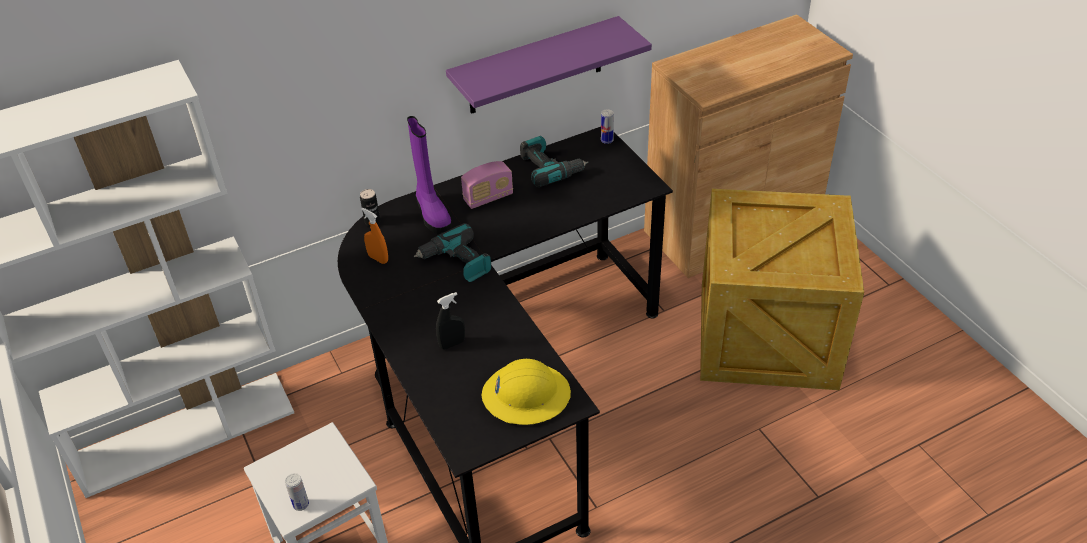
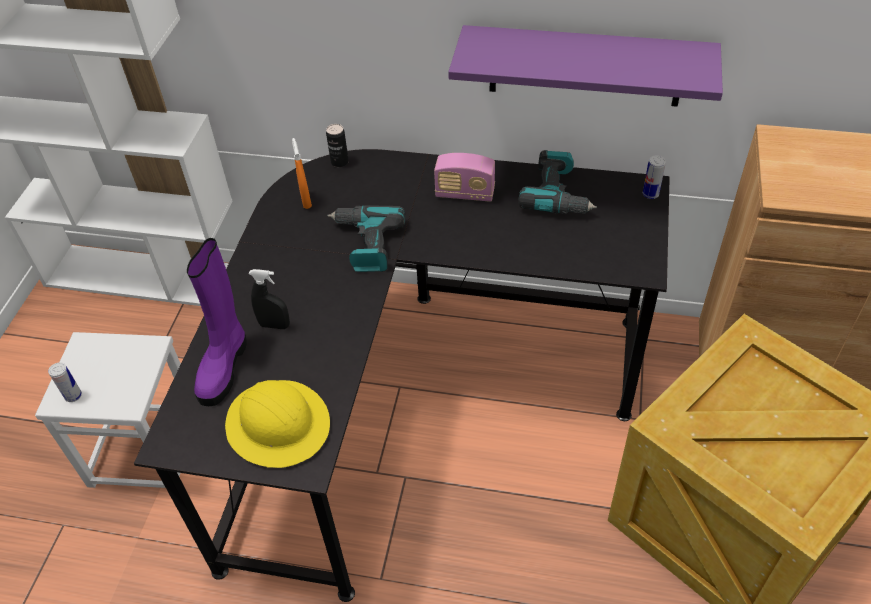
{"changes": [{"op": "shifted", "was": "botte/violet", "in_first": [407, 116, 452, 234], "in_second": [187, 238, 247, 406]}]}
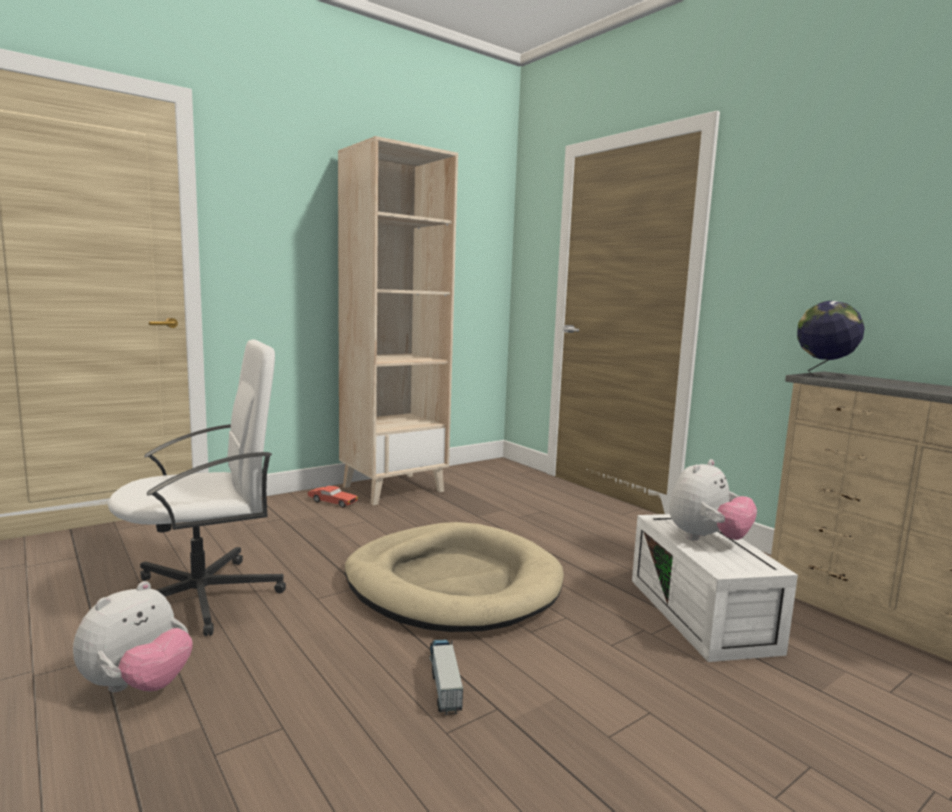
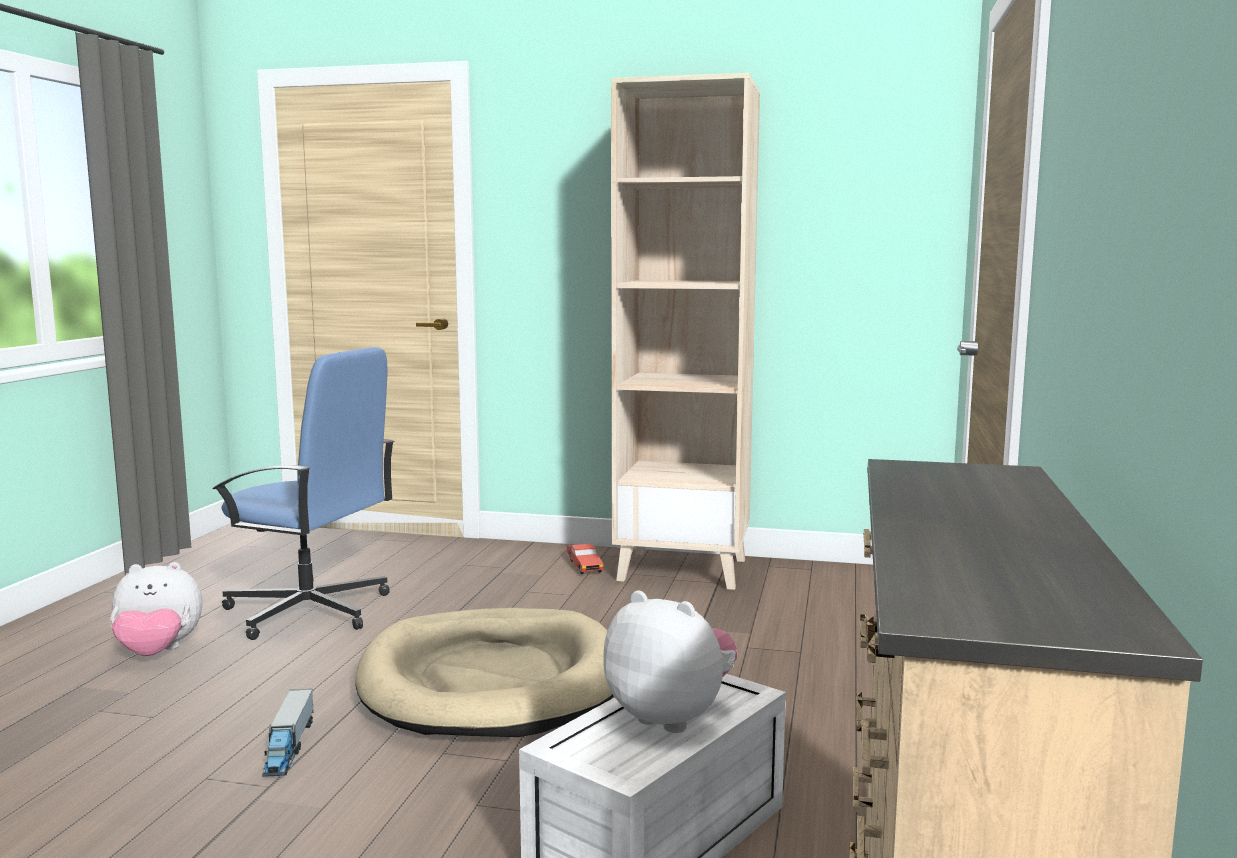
{"changes": [{"op": "repainted", "was": "chaise de bureau/blanc", "now": "chaise de bureau/bleu", "in_first": [108, 340, 286, 636], "in_second": [212, 347, 395, 640]}, {"op": "rotated", "was": "camion jouet", "in_first": [429, 640, 463, 715], "in_second": [262, 689, 313, 777], "clockwise": 135}, {"op": "rotated", "was": "peluche", "in_first": [669, 459, 757, 541], "in_second": [604, 590, 738, 733], "clockwise": -150}, {"op": "gone", "was": "globe", "in_first": [797, 301, 865, 378]}]}
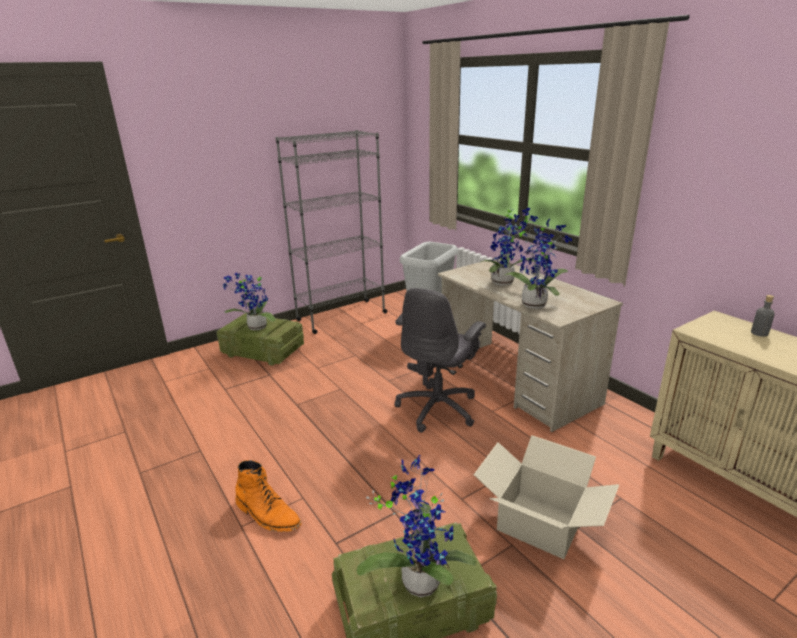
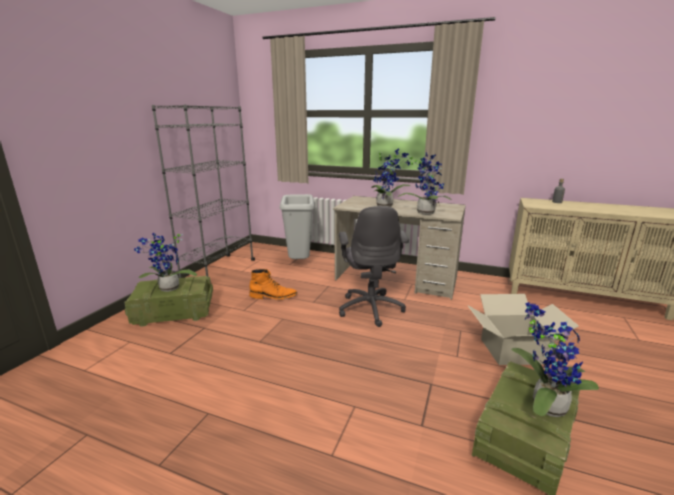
{"changes": [{"op": "shifted", "was": "botte/orange", "in_first": [235, 460, 301, 532], "in_second": [249, 269, 297, 299]}]}
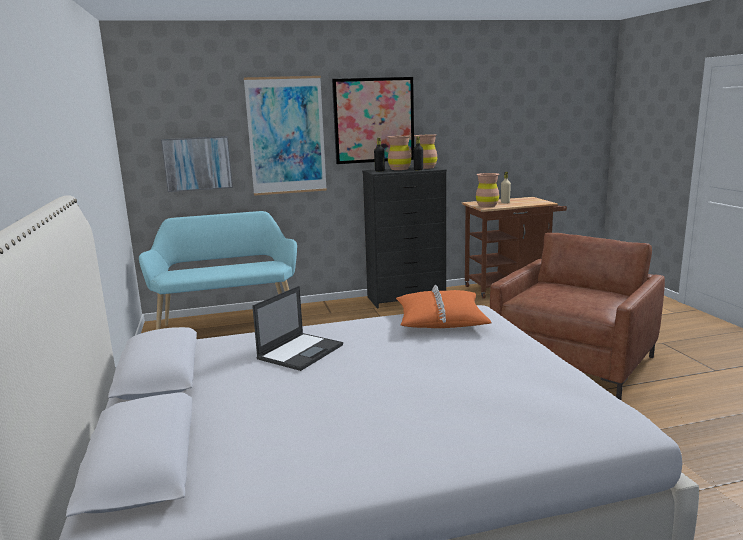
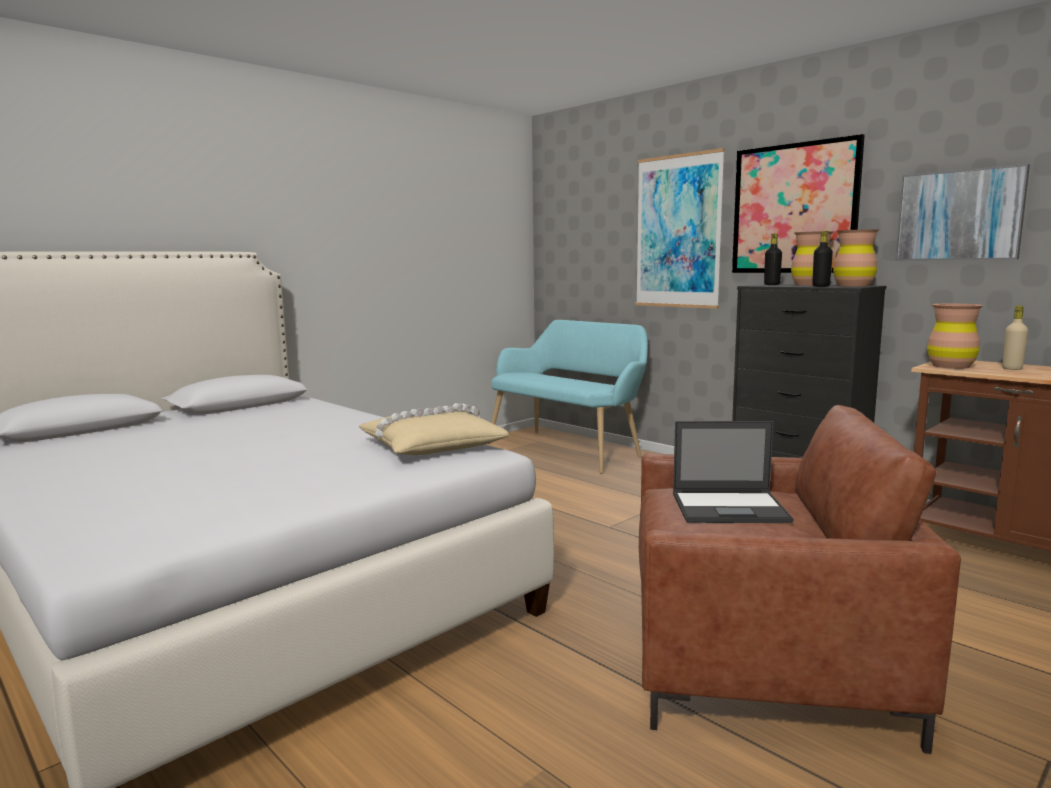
{"changes": [{"op": "shifted", "was": "tableau", "in_first": [161, 136, 233, 192], "in_second": [895, 164, 1030, 261]}, {"op": "shifted", "was": "ordinateur portable", "in_first": [252, 286, 343, 371], "in_second": [673, 421, 794, 523]}, {"op": "repainted", "was": "coussin/orange", "now": "coussin/beige", "in_first": [396, 285, 492, 328], "in_second": [359, 403, 510, 455]}]}
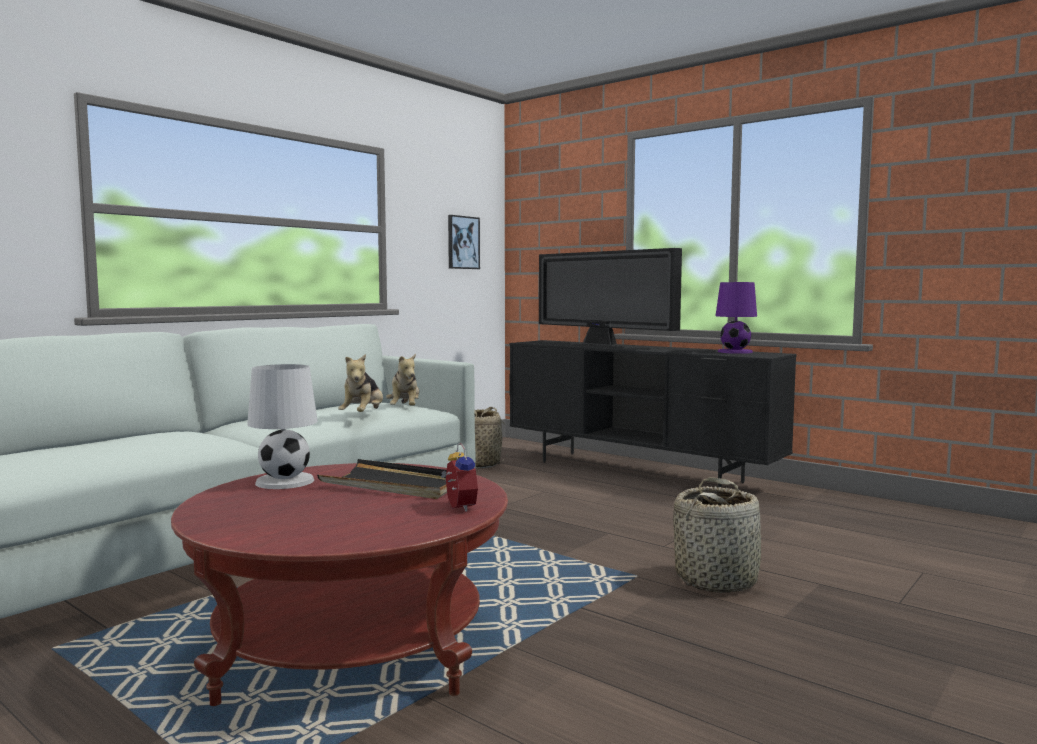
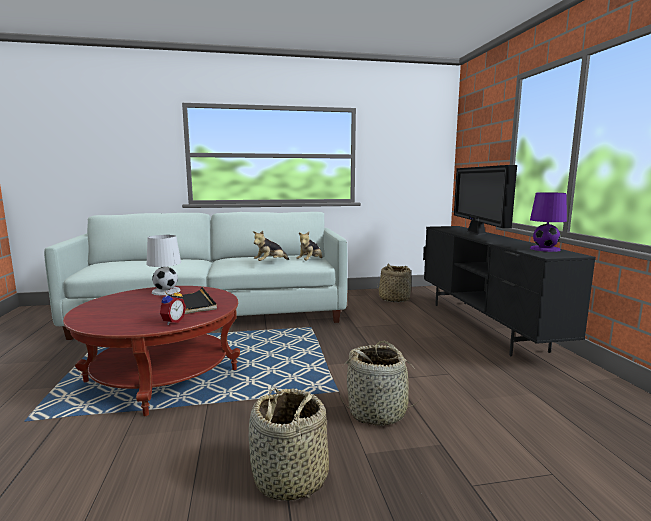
{"changes": [{"op": "gone", "was": "tableau", "in_first": [448, 215, 480, 269]}, {"op": "new", "now": "panier", "in_second": [249, 387, 329, 501]}]}
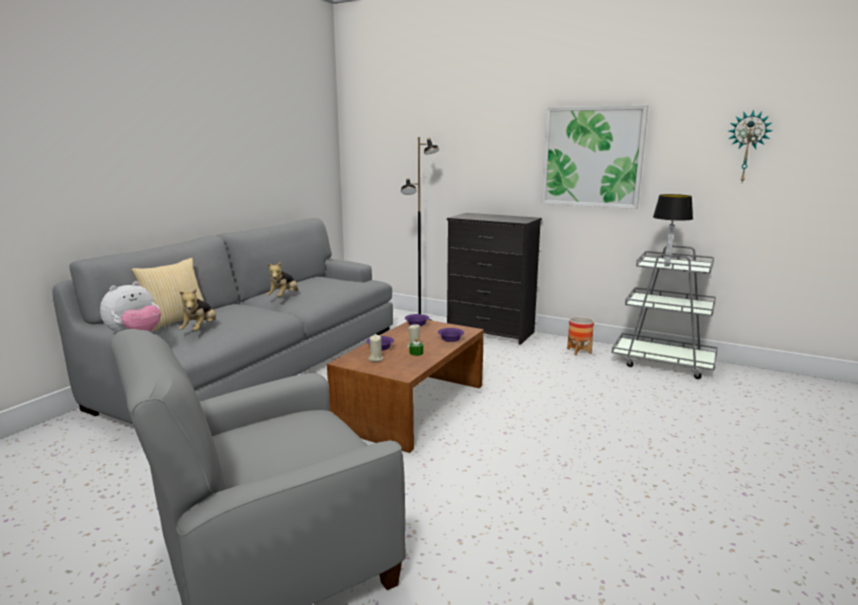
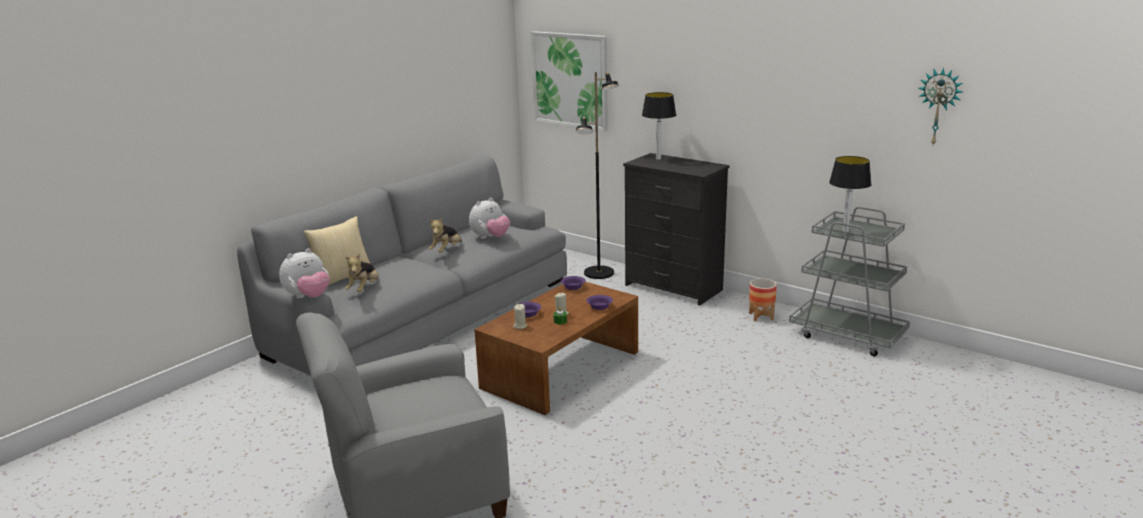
{"changes": [{"op": "shifted", "was": "tableau", "in_first": [541, 105, 648, 209], "in_second": [531, 31, 608, 132]}, {"op": "new", "now": "peluche", "in_second": [469, 198, 510, 239]}, {"op": "new", "now": "lampe de table", "in_second": [642, 92, 676, 160]}]}
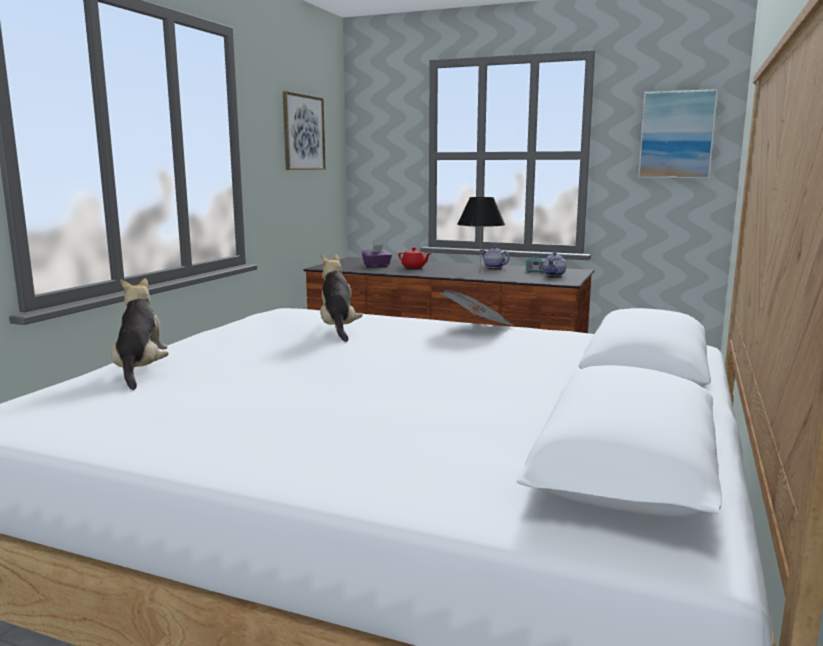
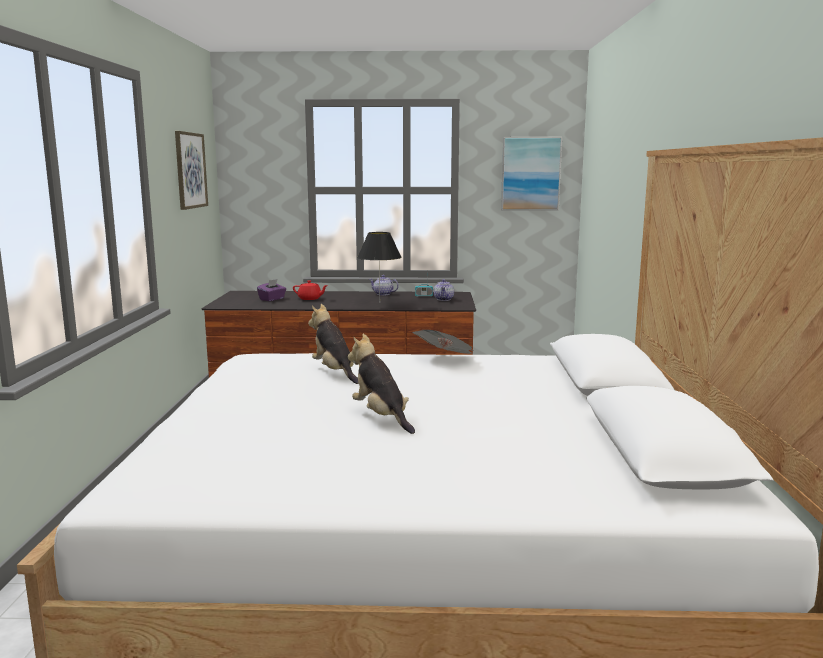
{"changes": [{"op": "shifted", "was": "peluche", "in_first": [111, 278, 168, 390], "in_second": [348, 334, 415, 434]}]}
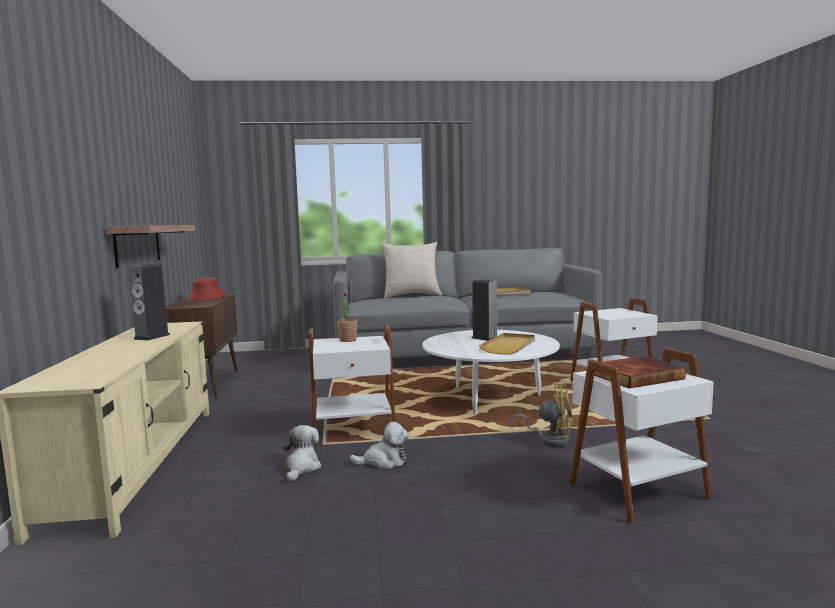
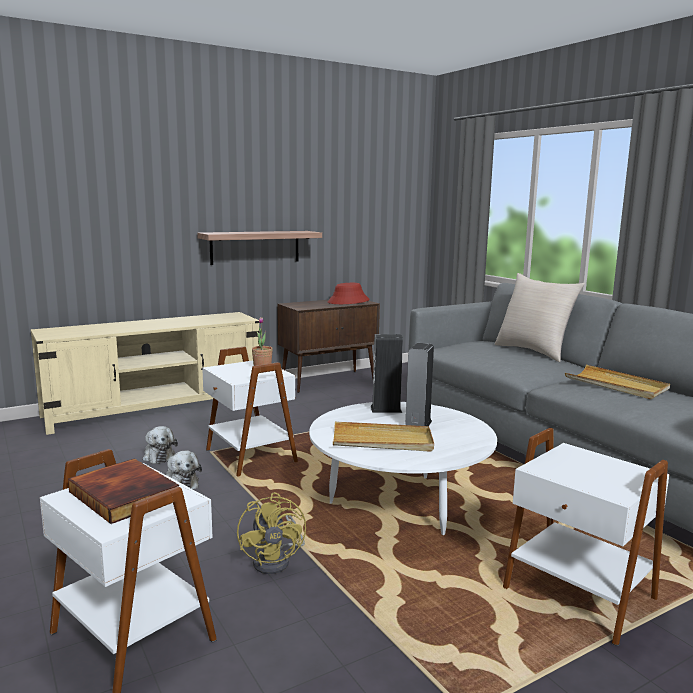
{"changes": [{"op": "shifted", "was": "enceinte", "in_first": [129, 263, 170, 341], "in_second": [371, 334, 403, 413]}, {"op": "rotated", "was": "peluche", "in_first": [283, 425, 321, 481], "in_second": [143, 426, 178, 464], "clockwise": 75}]}
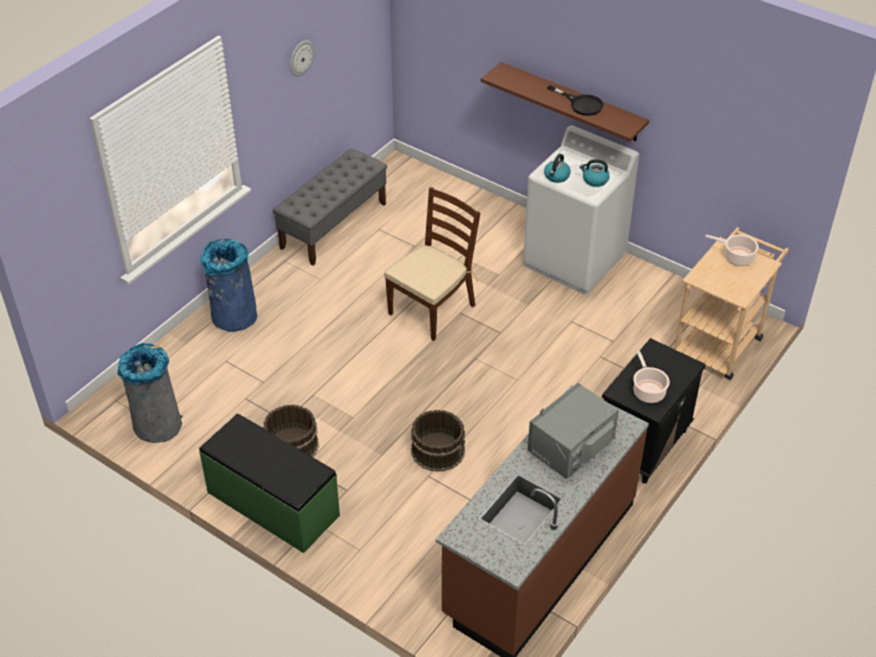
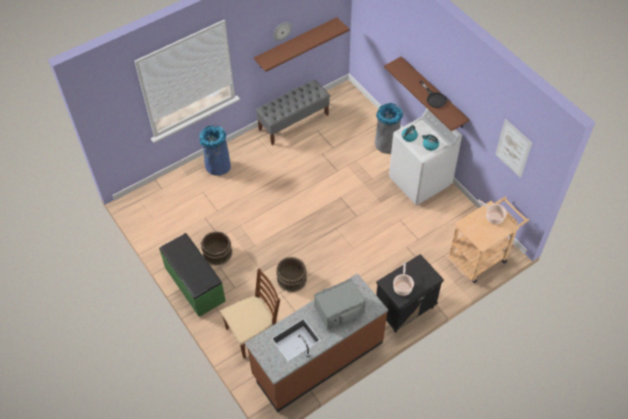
{"changes": [{"op": "shifted", "was": "poubelle/gris", "in_first": [118, 343, 182, 443], "in_second": [375, 103, 403, 154]}, {"op": "shifted", "was": "chaise/marron", "in_first": [384, 187, 480, 341], "in_second": [221, 268, 280, 359]}, {"op": "new", "now": "étagère/marron", "in_second": [254, 17, 350, 72]}, {"op": "new", "now": "tableau", "in_second": [495, 119, 532, 178]}]}
